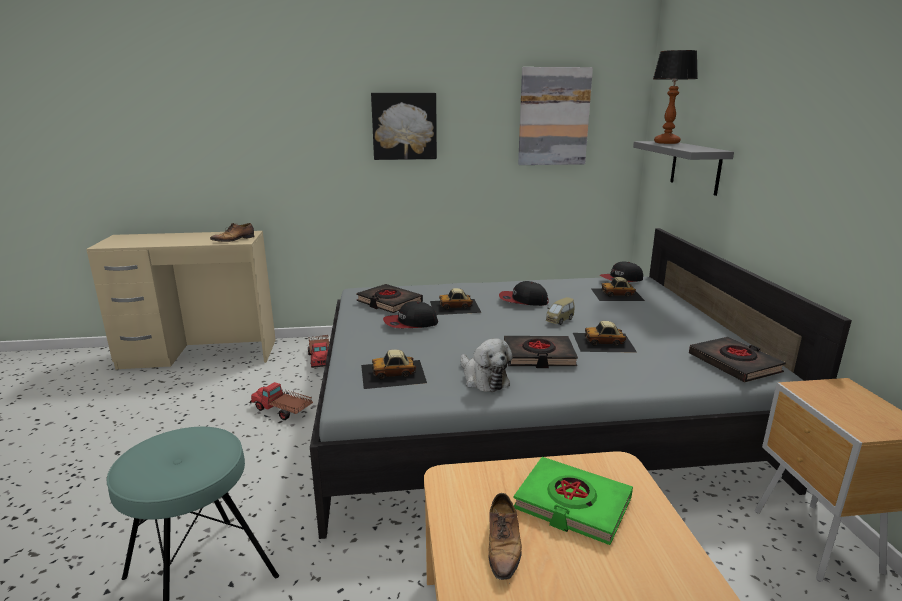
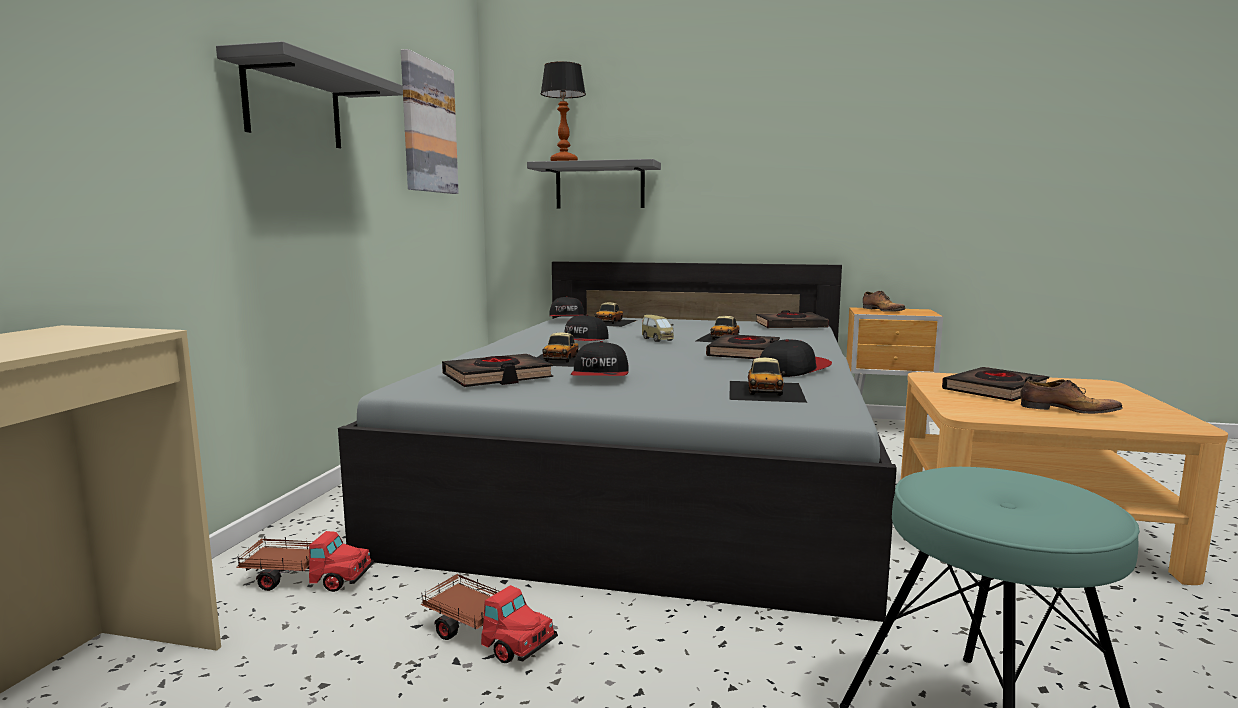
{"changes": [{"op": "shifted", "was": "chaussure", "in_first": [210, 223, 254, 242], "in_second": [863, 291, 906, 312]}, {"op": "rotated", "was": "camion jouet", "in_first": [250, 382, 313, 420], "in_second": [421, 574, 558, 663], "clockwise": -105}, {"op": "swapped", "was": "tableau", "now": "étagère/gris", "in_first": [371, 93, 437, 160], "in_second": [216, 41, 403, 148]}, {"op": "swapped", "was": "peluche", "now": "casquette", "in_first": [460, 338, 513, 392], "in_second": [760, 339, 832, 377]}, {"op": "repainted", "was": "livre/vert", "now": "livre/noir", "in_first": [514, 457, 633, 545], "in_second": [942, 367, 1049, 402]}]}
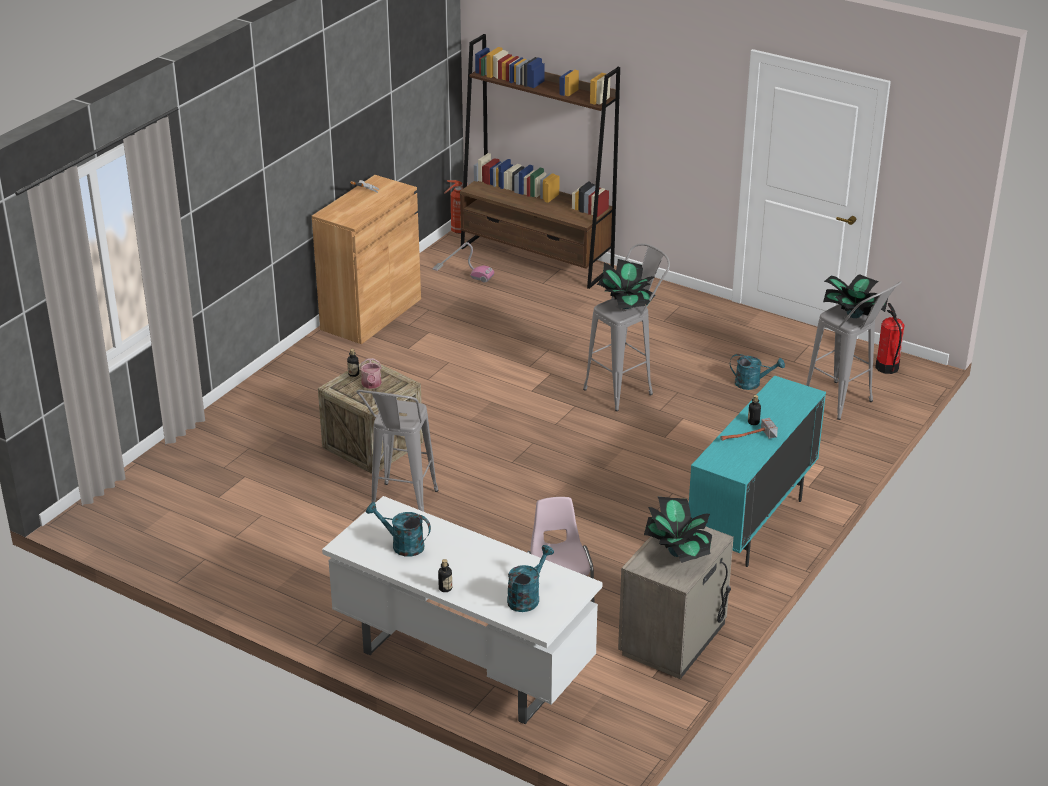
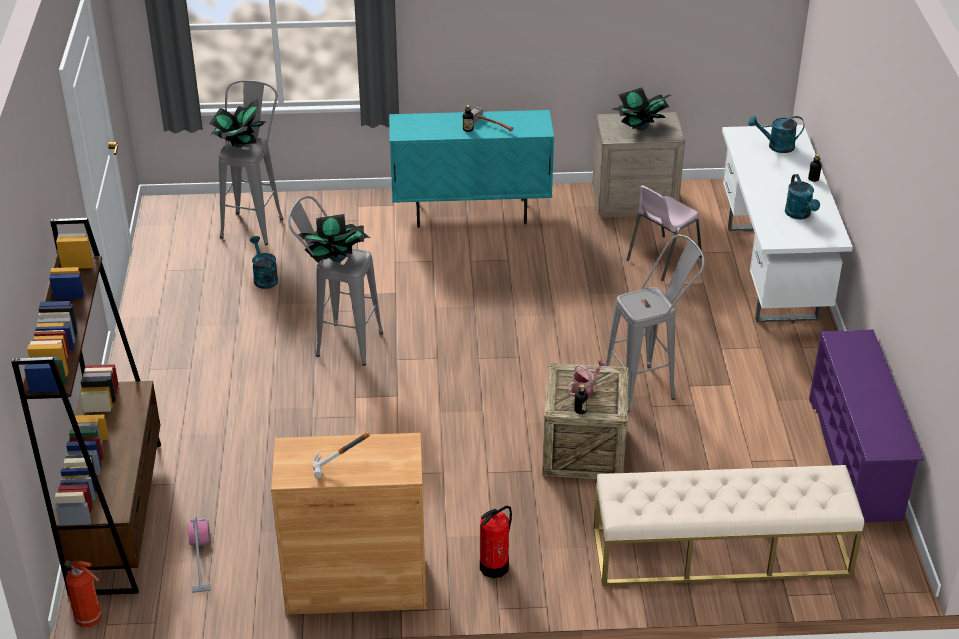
{"changes": [{"op": "shifted", "was": "extincteur", "in_first": [875, 303, 905, 374], "in_second": [480, 506, 512, 578]}, {"op": "new", "now": "banc/beige", "in_second": [594, 465, 864, 586]}, {"op": "new", "now": "étagère à chaussures/violet", "in_second": [809, 330, 924, 523]}]}
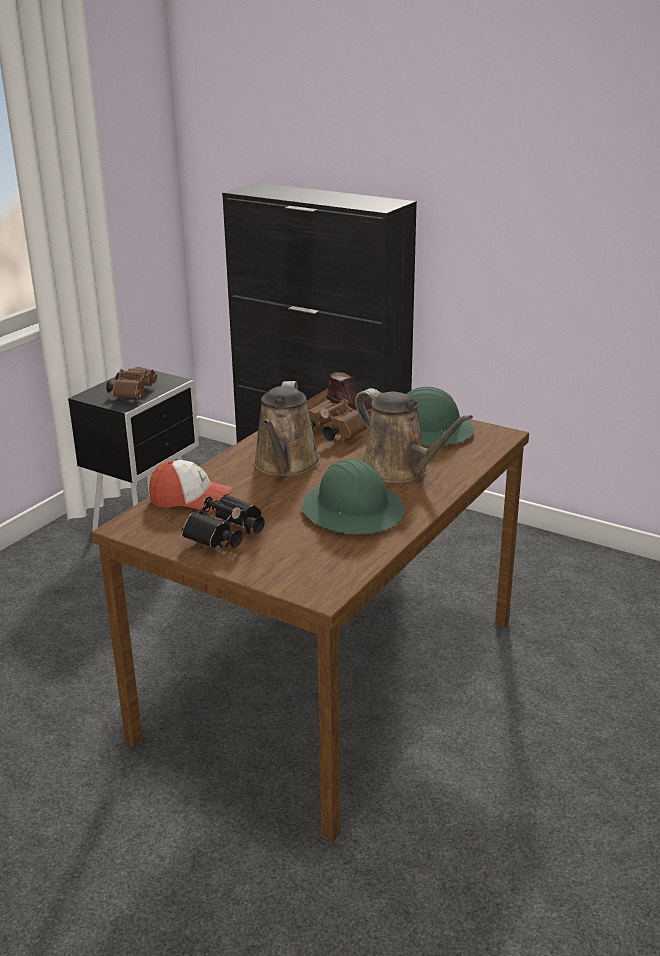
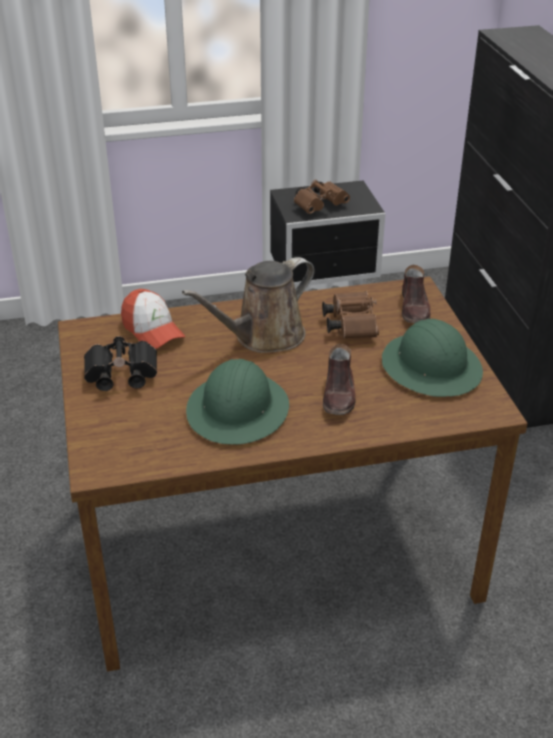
{"changes": [{"op": "swapped", "was": "arrosoir/marron", "now": "chaussure/marron", "in_first": [355, 388, 473, 483], "in_second": [323, 344, 356, 415]}]}
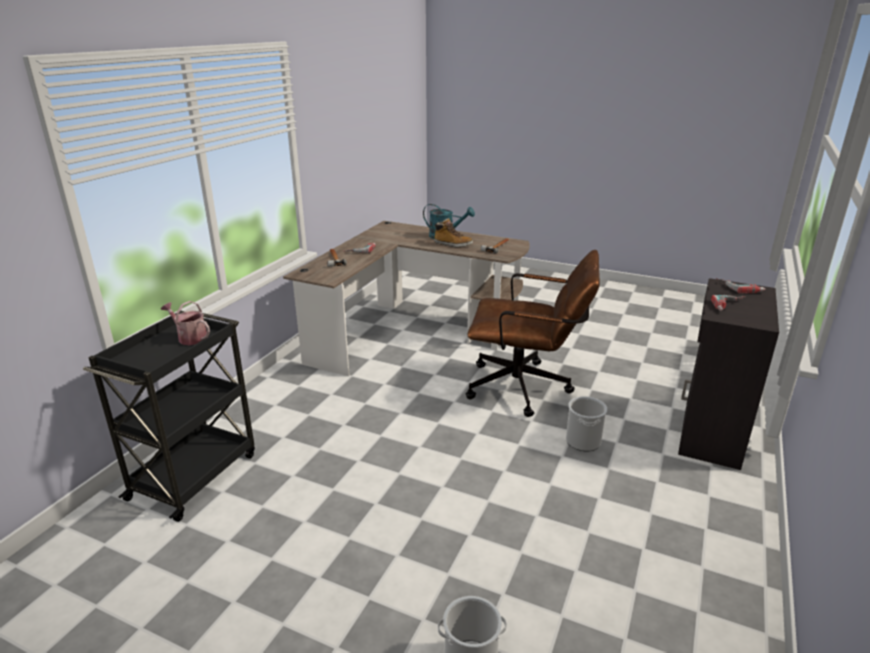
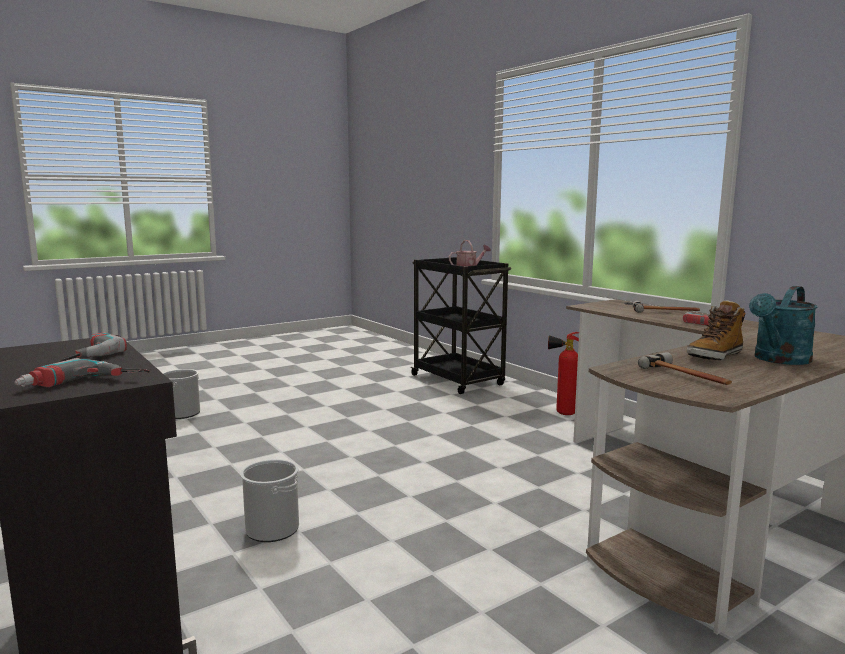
{"changes": [{"op": "gone", "was": "chaise de bureau/marron", "in_first": [465, 250, 600, 417]}, {"op": "new", "now": "extincteur", "in_second": [548, 332, 579, 415]}]}
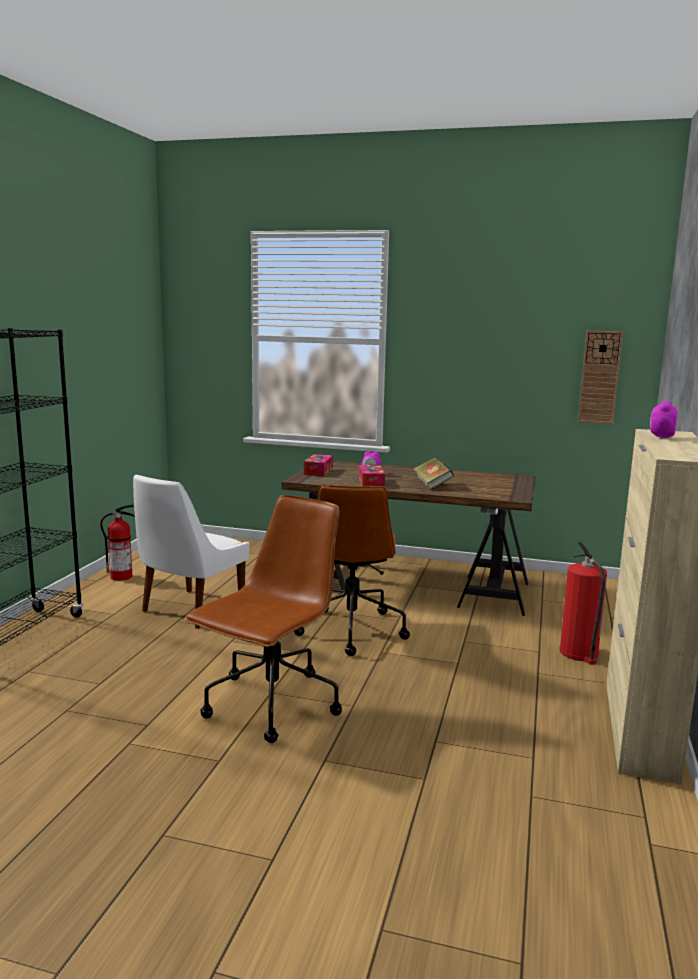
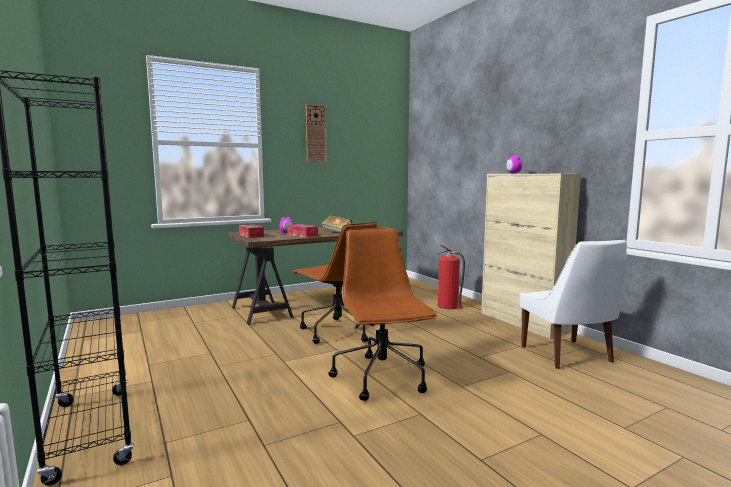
{"changes": [{"op": "gone", "was": "extincteur", "in_first": [100, 504, 135, 581]}, {"op": "shifted", "was": "chaise/blanc", "in_first": [133, 474, 249, 629], "in_second": [520, 240, 627, 369]}, {"op": "shifted", "was": "horloge murale", "in_first": [578, 331, 623, 424], "in_second": [306, 104, 326, 162]}]}
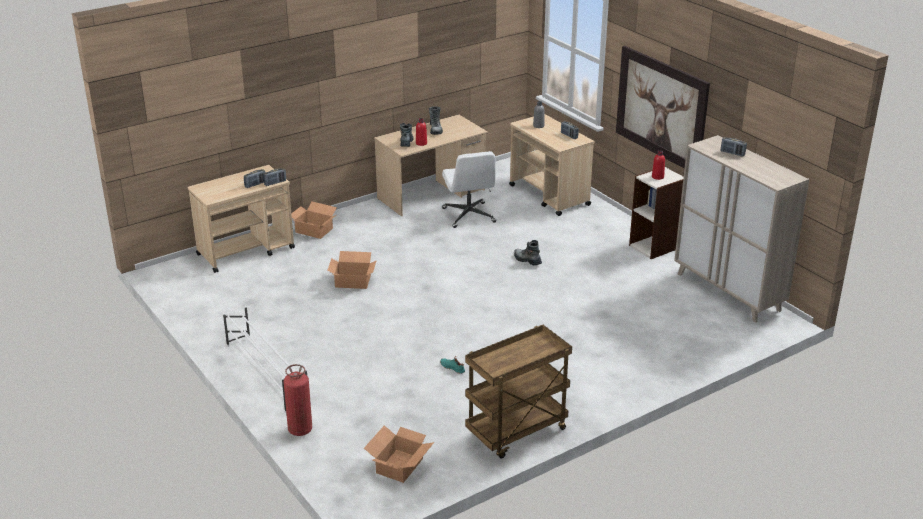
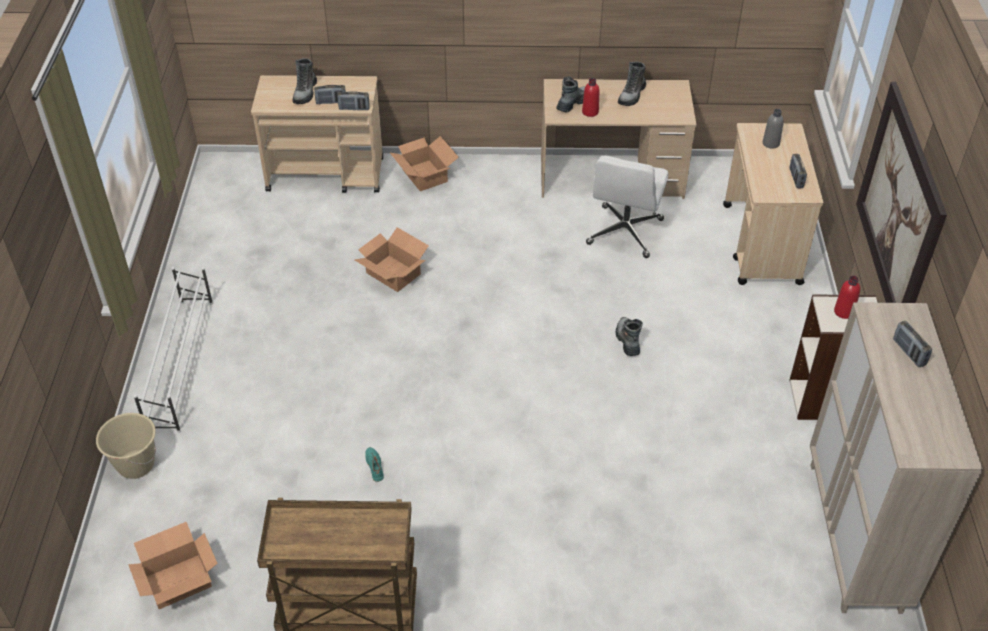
{"changes": [{"op": "swapped", "was": "extincteur", "now": "seau/beige", "in_first": [284, 364, 312, 436], "in_second": [96, 413, 156, 479]}, {"op": "new", "now": "botte", "in_second": [293, 58, 317, 104]}]}
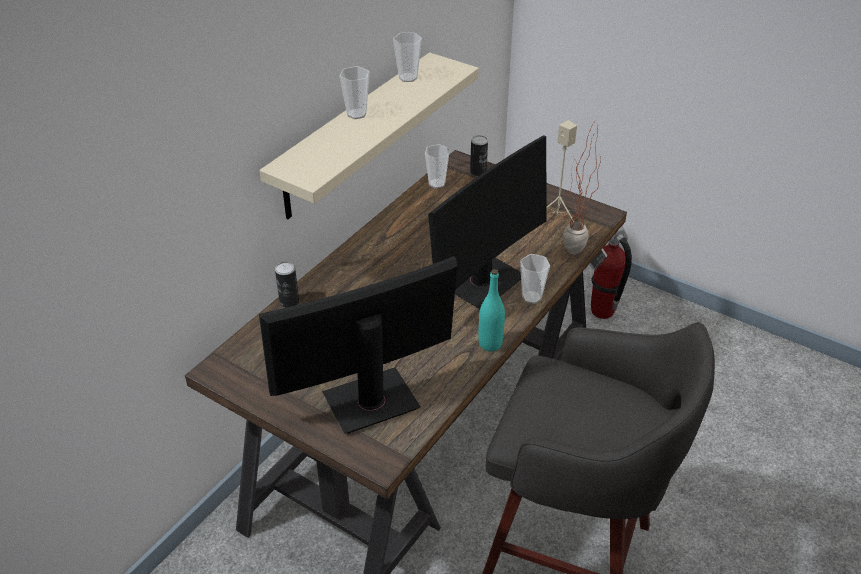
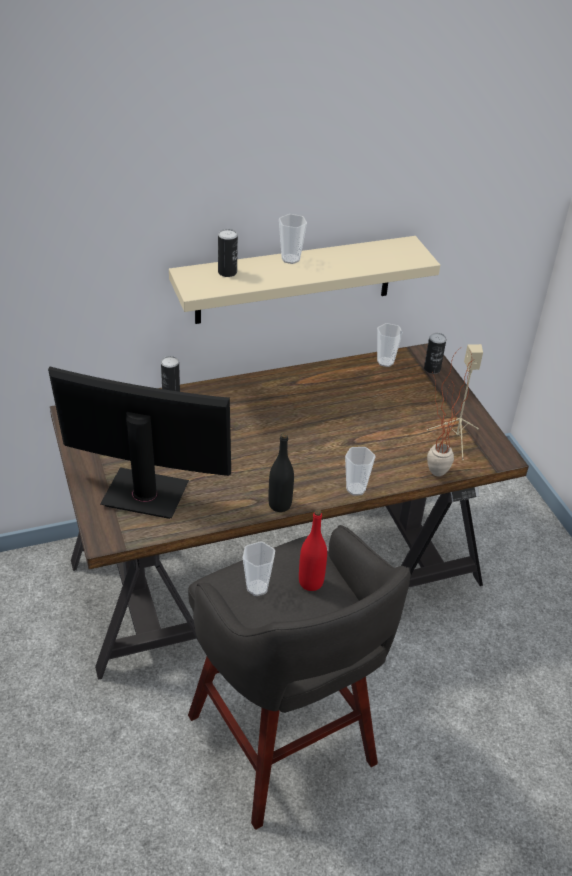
{"changes": [{"op": "shifted", "was": "tasse", "in_first": [393, 32, 422, 82], "in_second": [243, 542, 275, 596]}, {"op": "gone", "was": "écran d'ordinateur", "in_first": [428, 135, 546, 309]}, {"op": "repainted", "was": "bouteille/turquoise", "now": "bouteille/noir", "in_first": [478, 269, 505, 351], "in_second": [268, 433, 294, 512]}, {"op": "gone", "was": "extincteur", "in_first": [591, 226, 632, 319]}, {"op": "new", "now": "boîte métallique", "in_second": [218, 229, 238, 277]}, {"op": "new", "now": "bouteille/rouge", "in_second": [299, 510, 327, 591]}]}
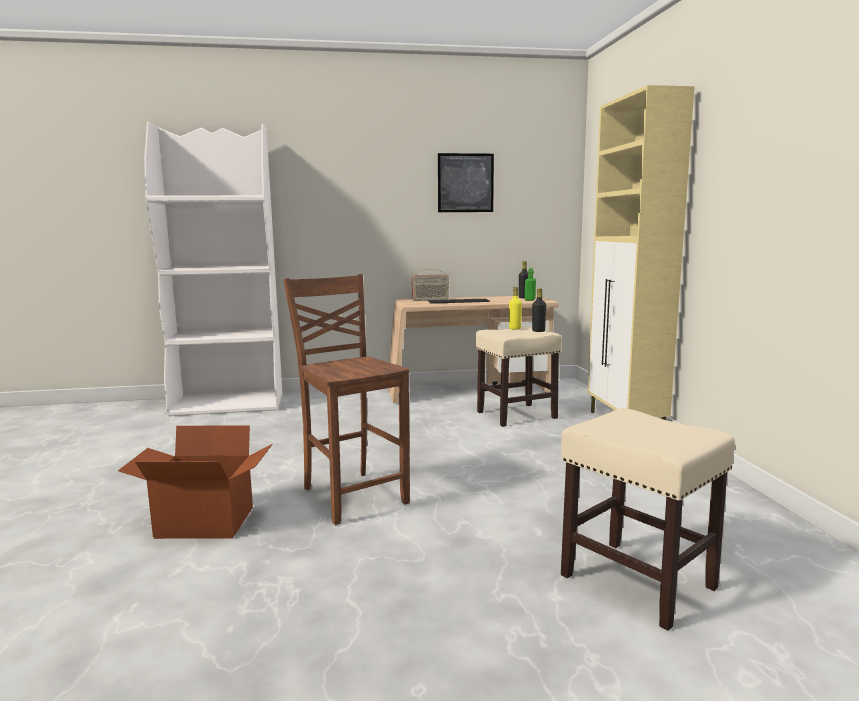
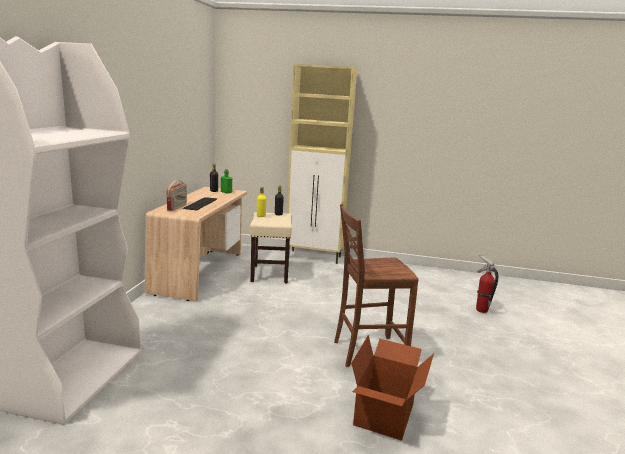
{"changes": [{"op": "gone", "was": "tableau", "in_first": [438, 153, 494, 212]}, {"op": "swapped", "was": "tabouret/beige", "now": "extincteur", "in_first": [561, 408, 735, 631], "in_second": [476, 255, 498, 313]}]}
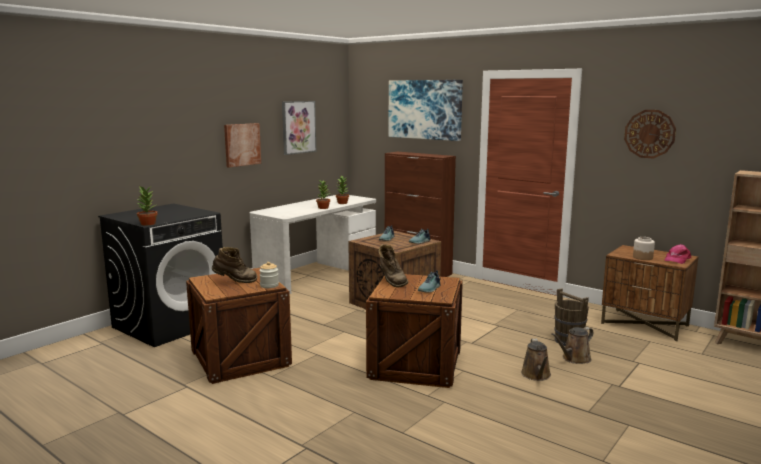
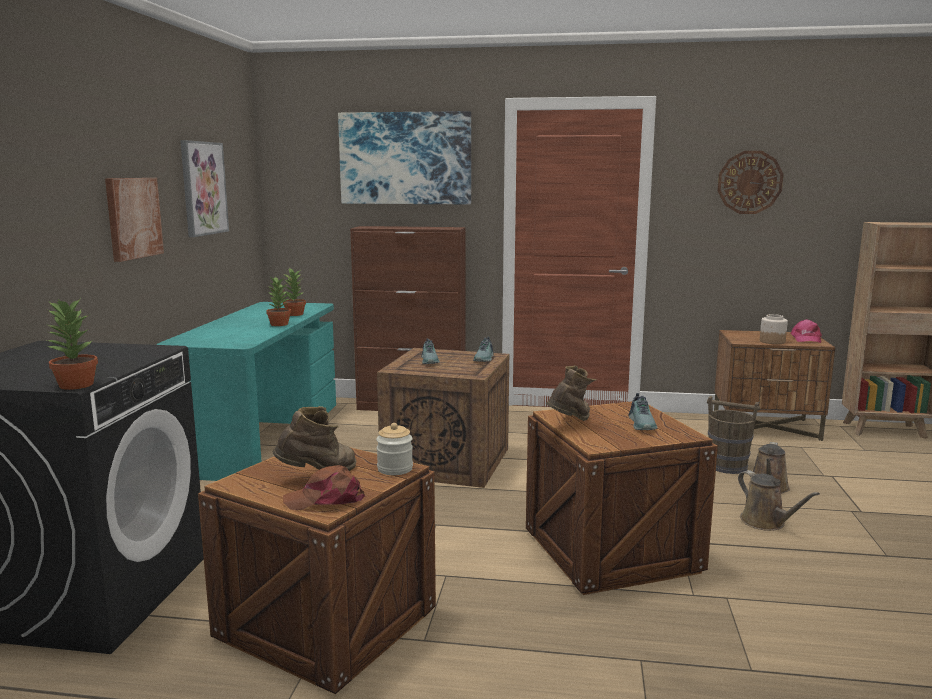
{"changes": [{"op": "repainted", "was": "bureau/blanc", "now": "bureau/turquoise", "in_first": [250, 195, 376, 294], "in_second": [157, 302, 336, 481]}, {"op": "rotated", "was": "botte/marron", "in_first": [379, 244, 408, 288], "in_second": [546, 365, 597, 421], "clockwise": -90}, {"op": "new", "now": "casquette/marron", "in_second": [283, 465, 365, 510]}]}
